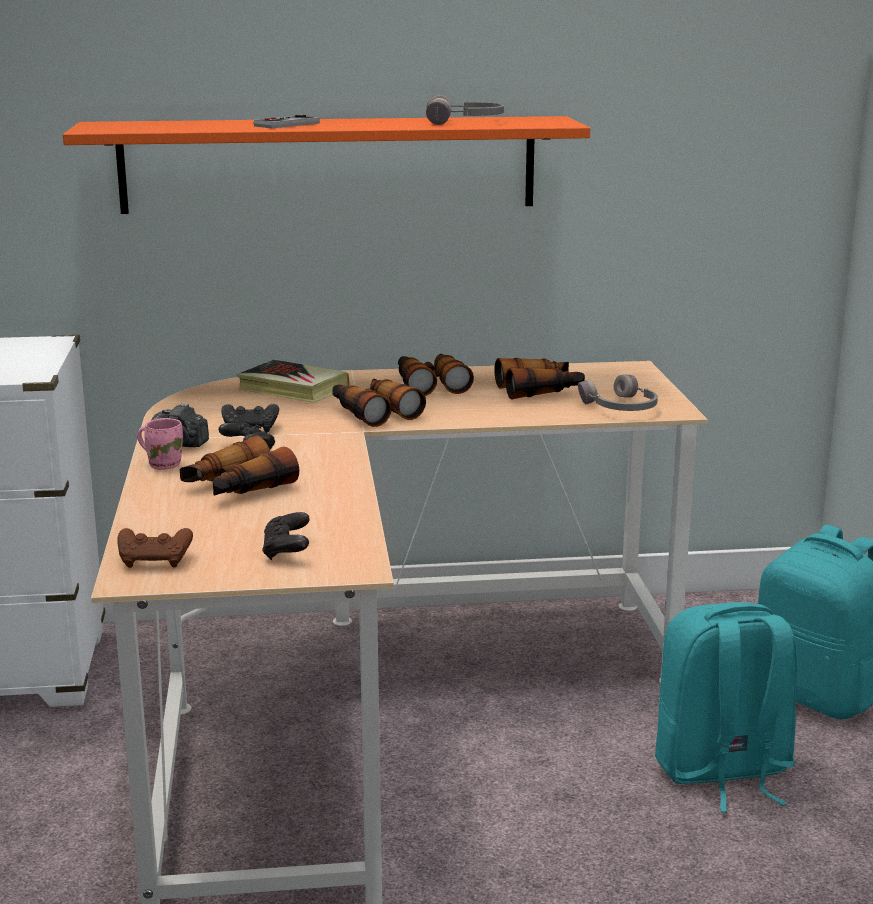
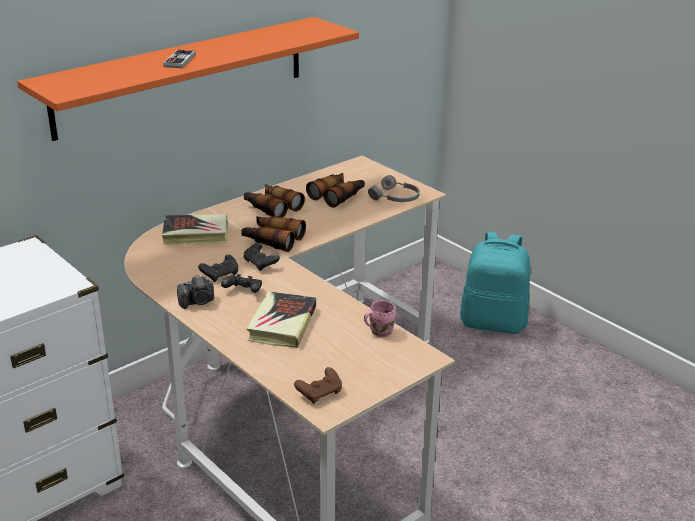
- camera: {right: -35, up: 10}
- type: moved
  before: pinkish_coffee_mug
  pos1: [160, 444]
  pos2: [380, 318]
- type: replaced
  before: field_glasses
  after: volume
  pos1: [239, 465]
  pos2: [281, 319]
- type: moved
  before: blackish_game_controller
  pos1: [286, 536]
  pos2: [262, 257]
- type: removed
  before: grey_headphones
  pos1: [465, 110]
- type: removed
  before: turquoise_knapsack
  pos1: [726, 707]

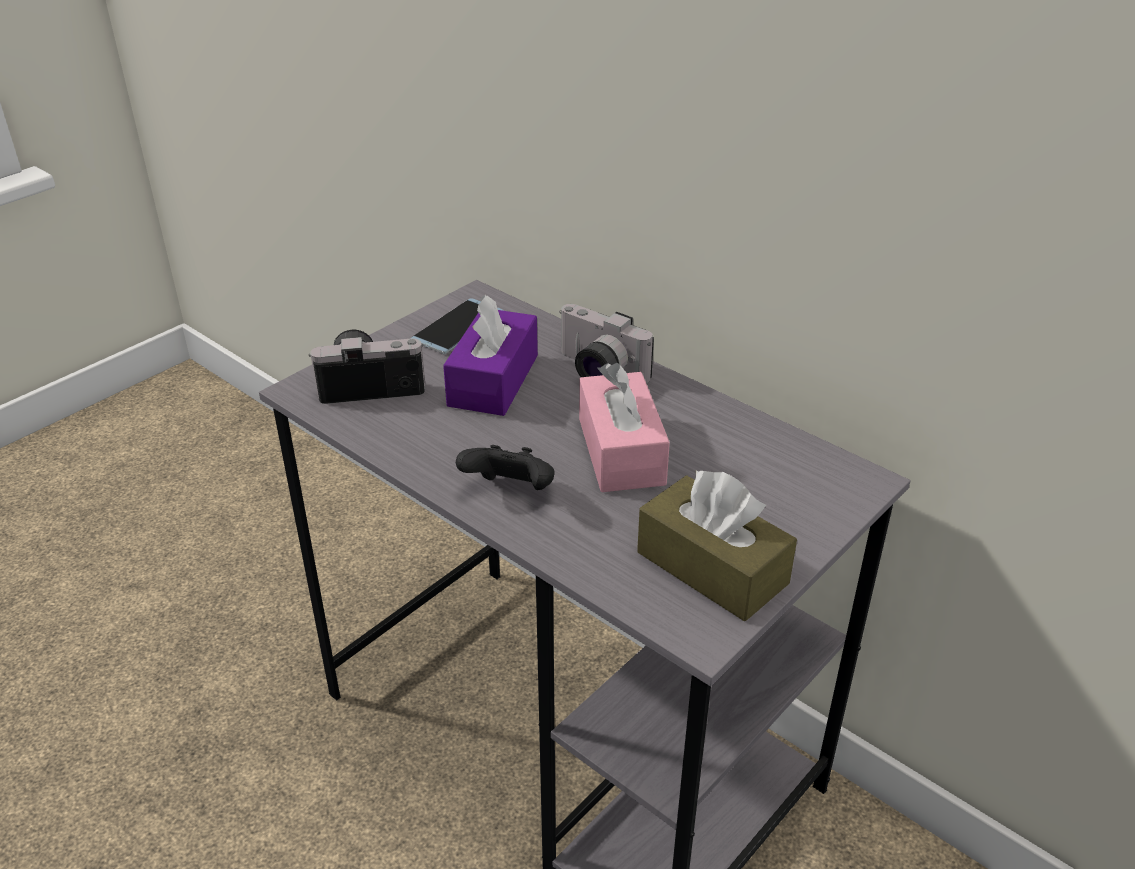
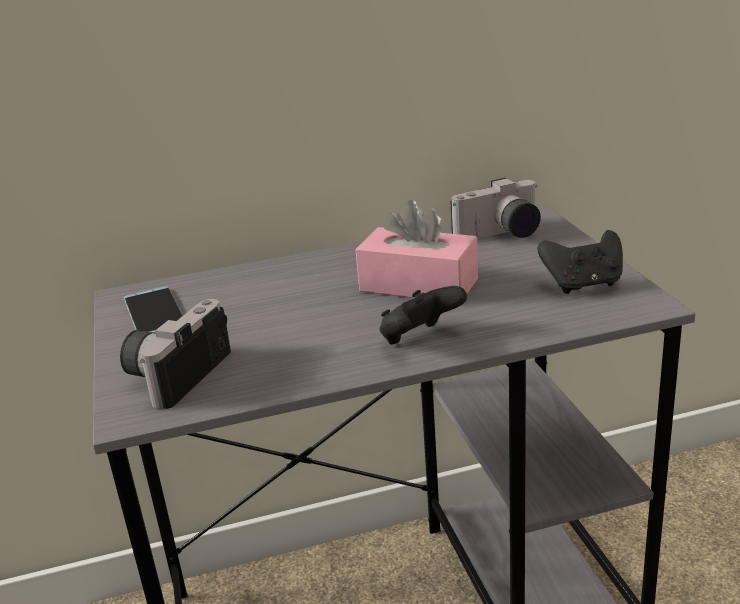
- camera: {right: -55, up: -10}
- type: removed
  before: purple_tissue_box
  pos1: [490, 355]
- type: moved
  before: photo_camera
  pos1: [606, 343]
  pos2: [496, 208]
- type: replaced
  before: brown_tissue_box
  after: blackish_game_controller
  pos1: [717, 545]
  pos2: [580, 262]

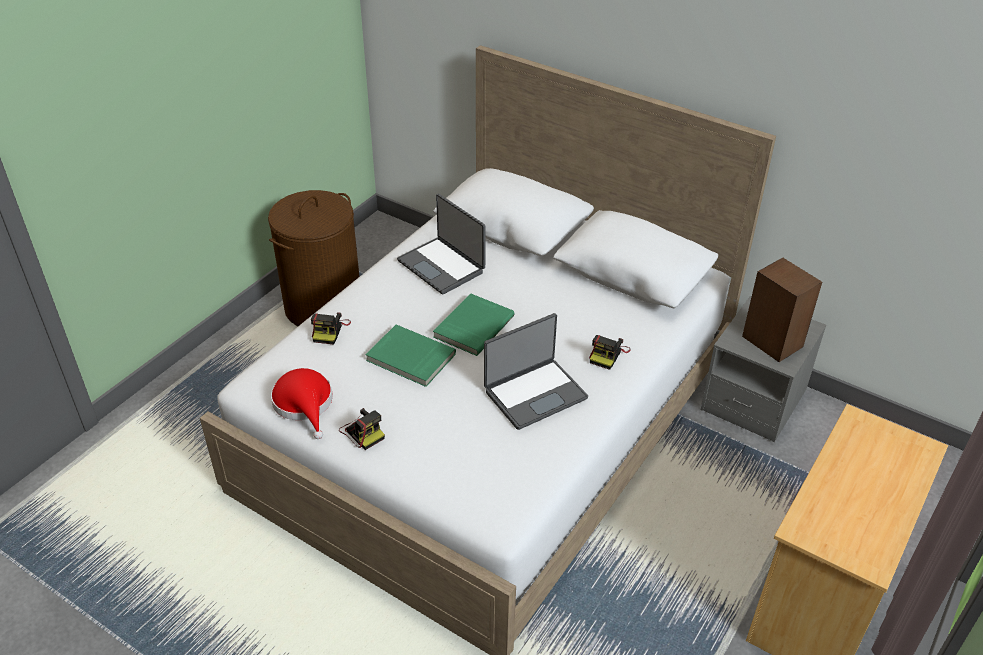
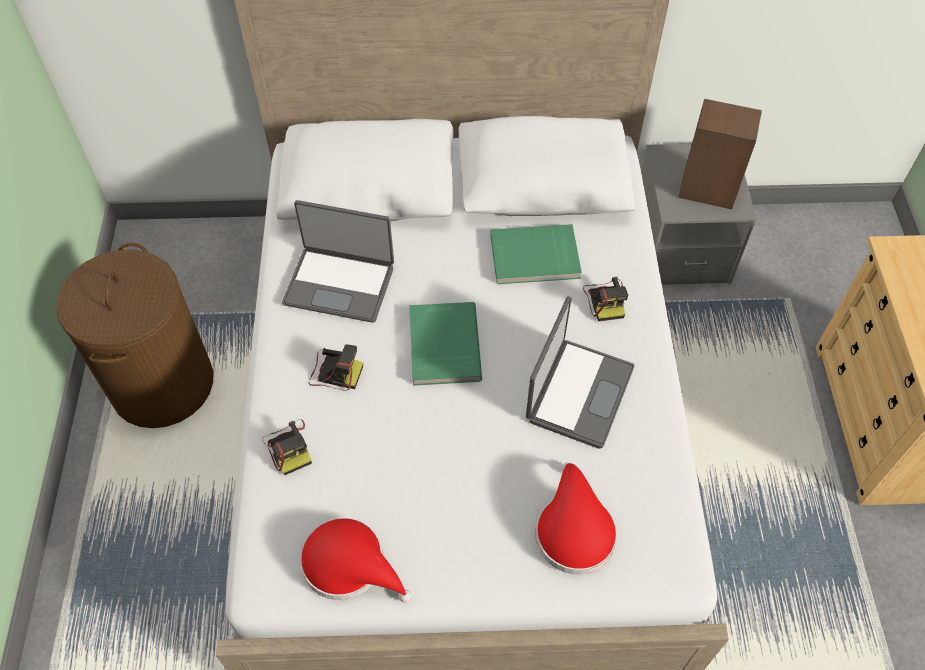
- camera: {right: -35, up: 15}
- type: moved
  before: photo_camera
  pos1: [362, 429]
  pos2: [336, 367]
- type: moved
  before: green-coloured_volume
  pos1: [411, 356]
  pos2: [536, 254]
- type: added
  after: red_hat
  pos2: [576, 518]

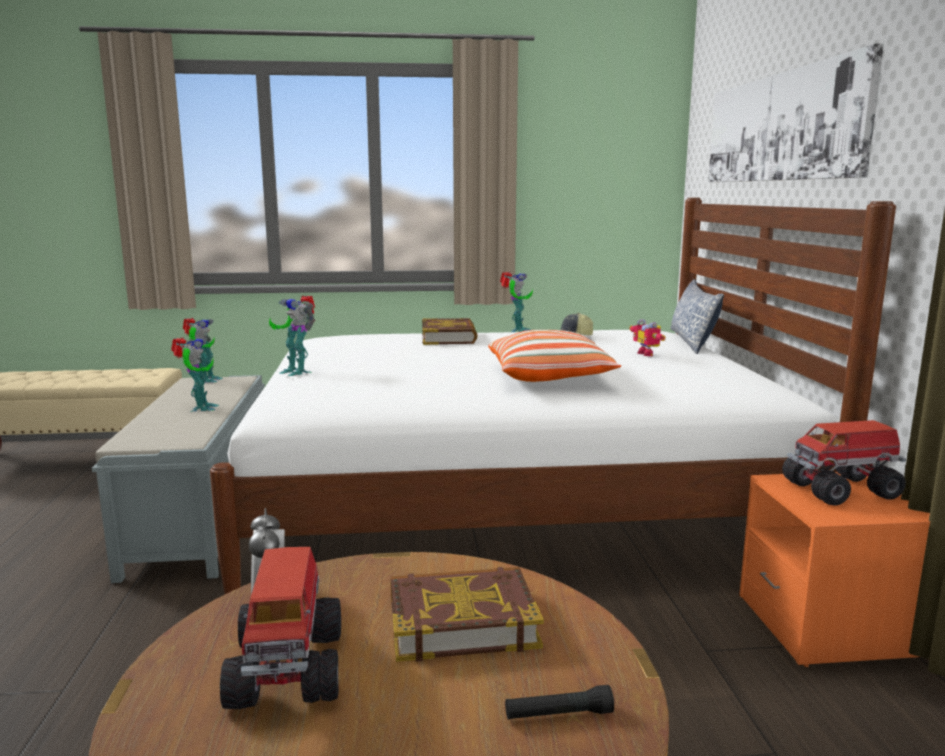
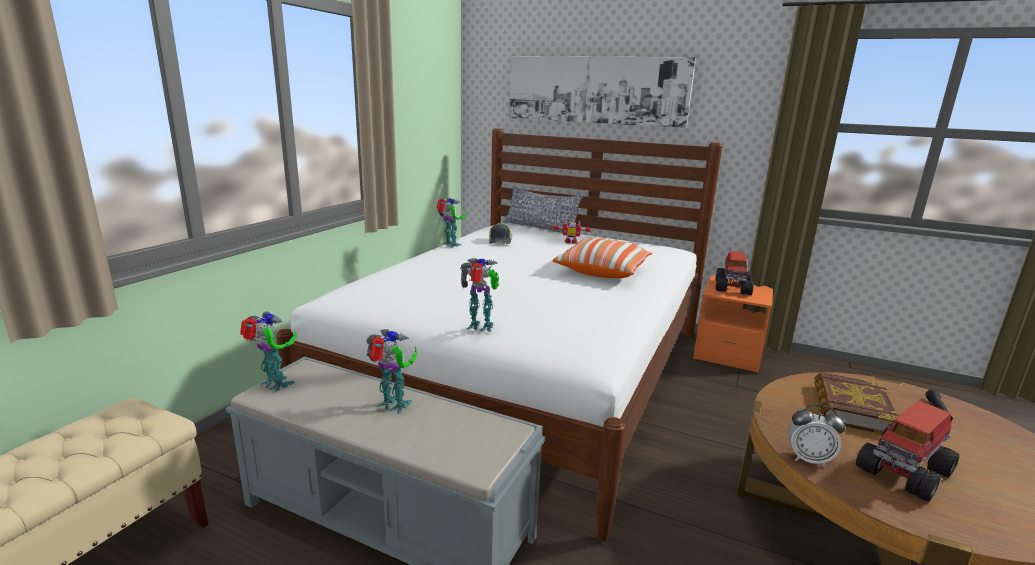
- camera: {right: -60, up: 5}
- type: turned
  before: toy_truck
  pos1: [280, 628]
  pos2: [907, 451]
  turn: 120
- type: turned
  before: toy_robot
  pos1: [292, 336]
  pos2: [479, 294]
  turn: -150
- type: removed
  before: volume
  pos1: [449, 331]

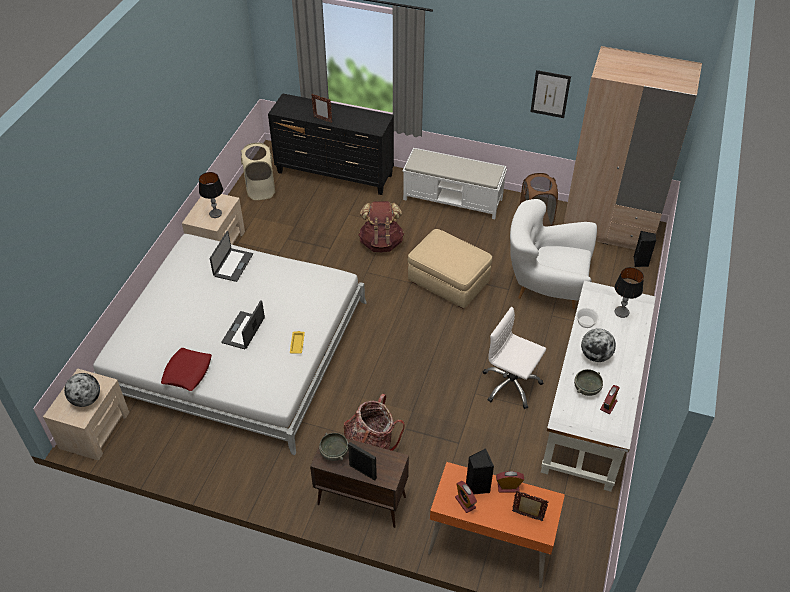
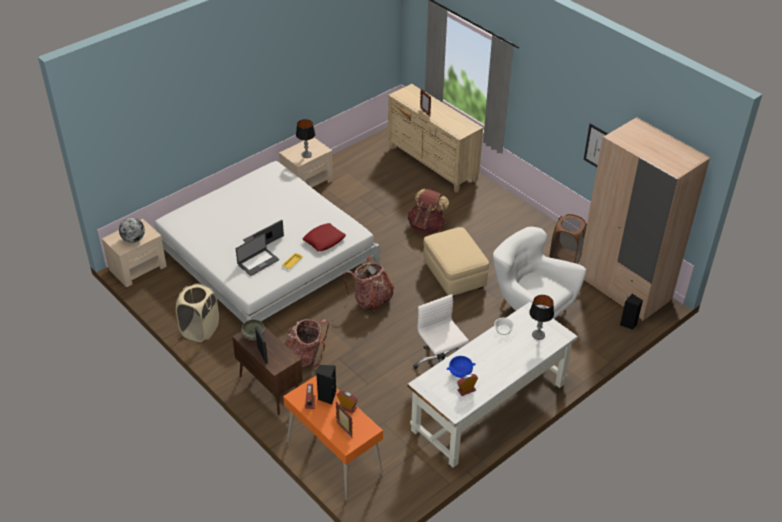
- camera: {right: 30, up: -5}
- type: moved
  before: red_throw_pillow
  pos1: [186, 369]
  pos2: [324, 237]
- type: moved
  before: notebook_computer
  pos1: [231, 256]
  pos2: [257, 254]
- type: moved
  before: beige-coloured_laundry_basket
  pos1: [258, 171]
  pos2: [197, 312]
- type: recoloured
  before: blackish_chest_of_drawers
  after: beige-coloured_chest_of_drawers
  pos1: [331, 144]
  pos2: [435, 138]
- type: removed
  before: white-coloured_indoor_bench
  pos1: [454, 183]
- type: recoloured
  before: grey_bowl
  after: blue_bowl
  pos1: [588, 382]
  pos2: [461, 367]
- type: removed
  before: globe
  pos1: [598, 345]
- type: added
  after: knapsack
  pos2: [369, 284]

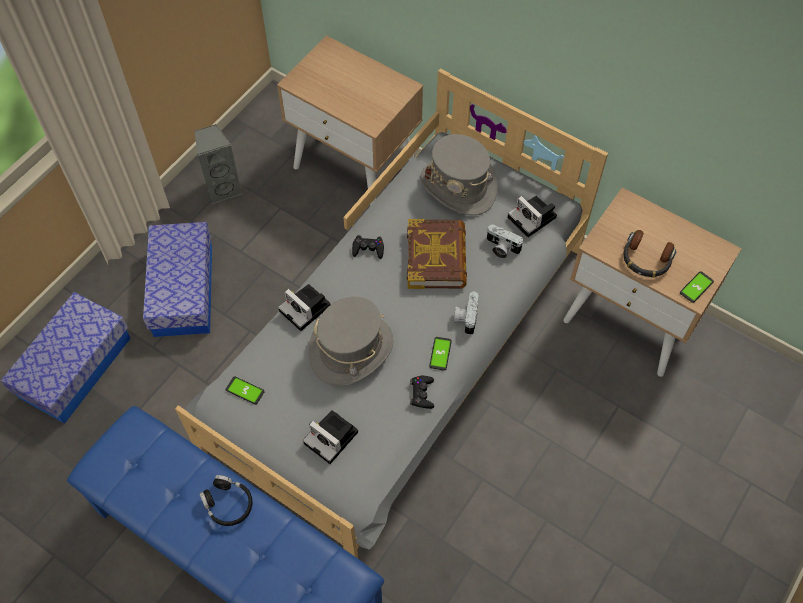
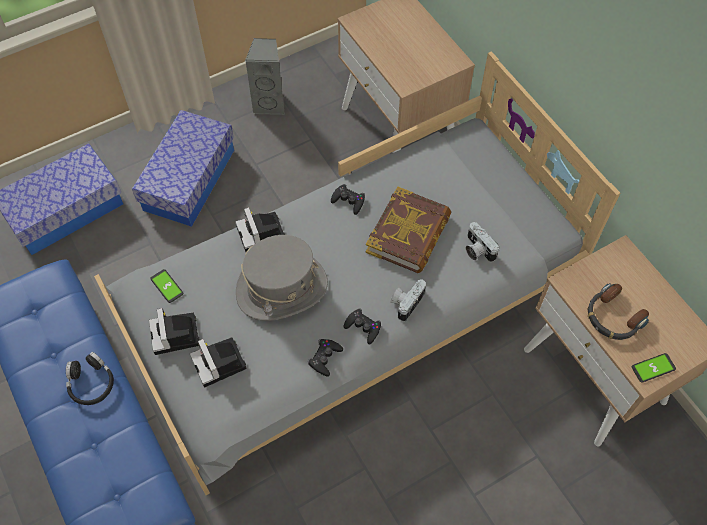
- camera: {right: 25, up: 0}
- type: removed
  before: grey_hat
  pos1: [459, 174]
- type: replaced
  before: phone
  after: blackish_game_controller
  pos1: [440, 354]
  pos2: [362, 326]
- type: moved
  before: photo_camera
  pos1: [532, 216]
  pos2: [174, 331]

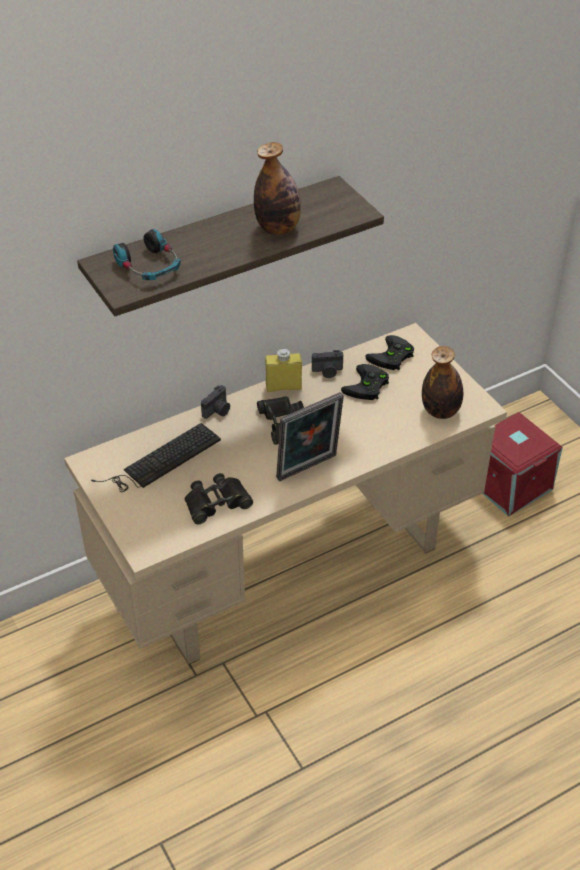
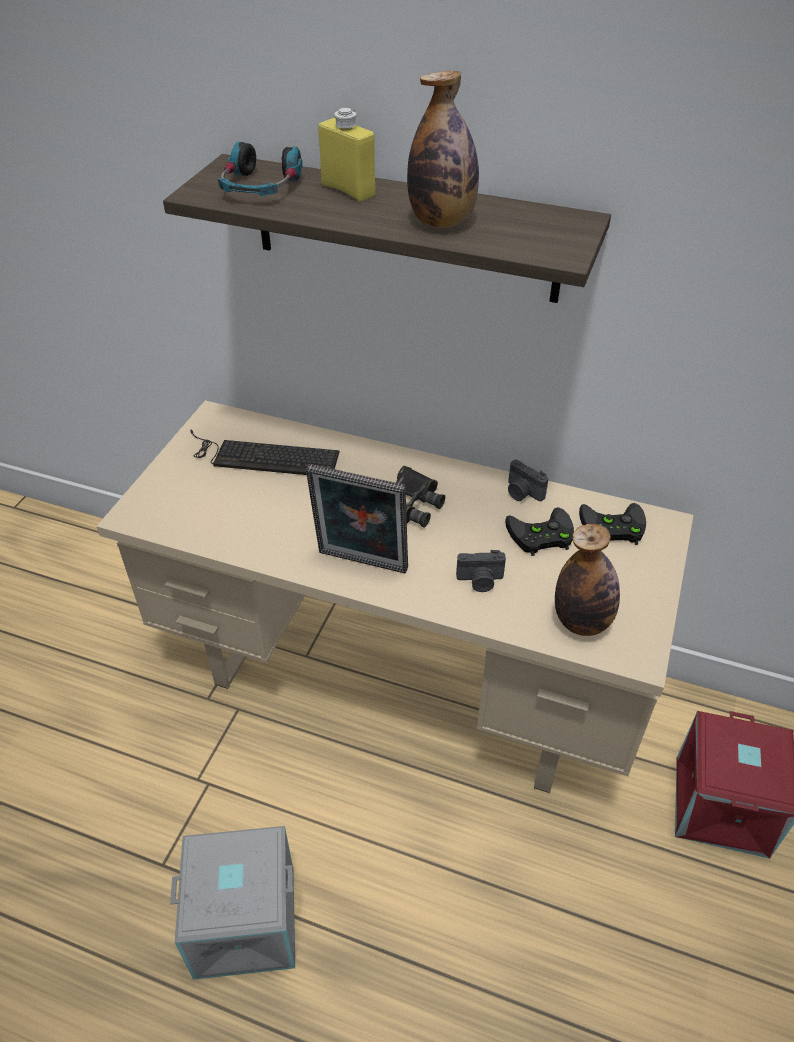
- camera: {right: 50, up: 0}
- type: removed
  before: blackish_field_glasses
  pos1: [219, 498]
- type: moved
  before: photo_camera
  pos1: [215, 402]
  pos2: [481, 571]
- type: moved
  before: yellowish_drink_bottle
  pos1: [283, 370]
  pos2: [347, 155]
- type: added
  after: grey_storage_container
  pos2: [232, 903]

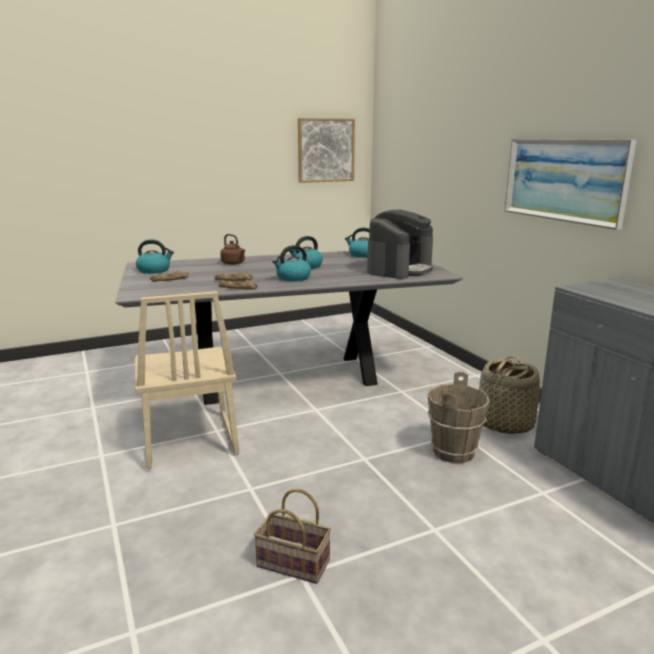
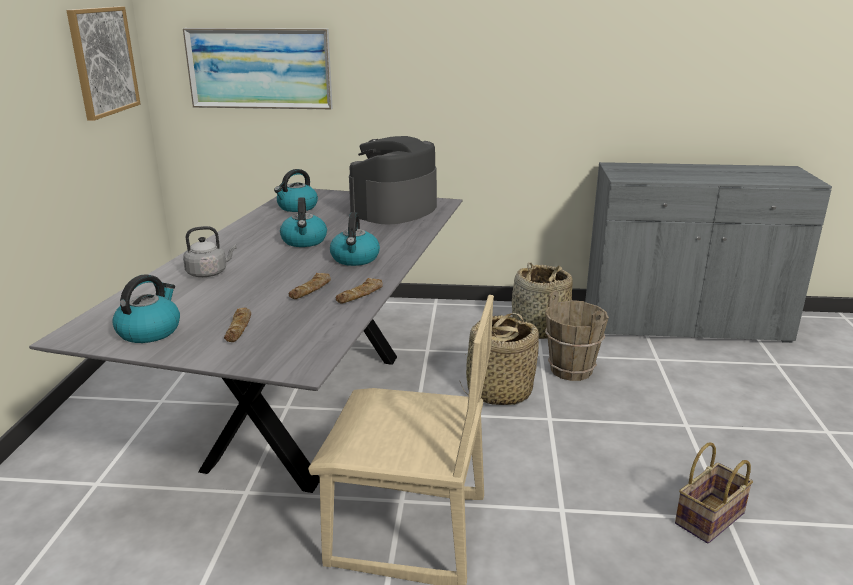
- camera: {right: -60, up: 5}
- type: recoloured
  before: brown_kettle
  after: grey_kettle
  pos1: [232, 249]
  pos2: [210, 251]
- type: turned
  before: coffee_maker
  pos1: [400, 244]
  pos2: [393, 180]
  turn: -120
- type: moved
  before: wall_art
  pos1: [570, 184]
  pos2: [258, 68]
- type: added
  after: storage_basket
  pos2: [499, 359]

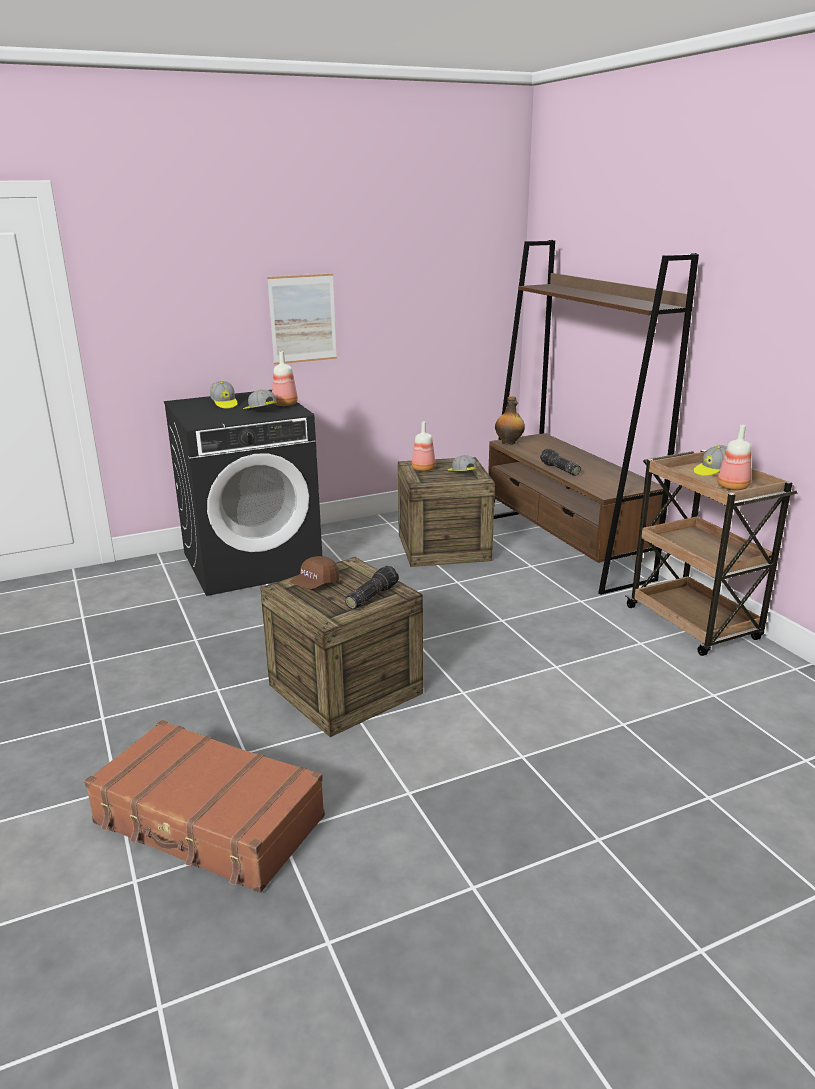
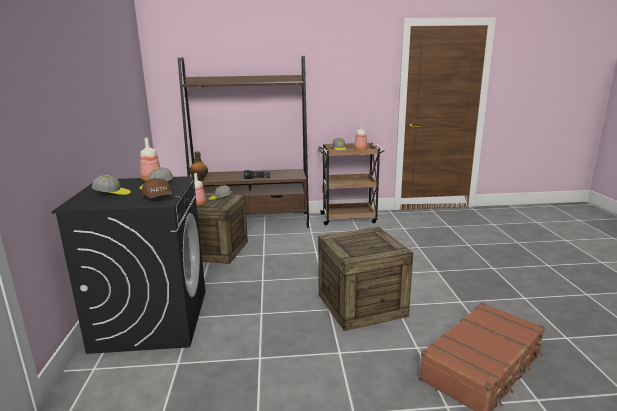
- camera: {right: -70, up: -5}
- type: removed
  before: wall_art
  pos1: [302, 319]
- type: moved
  before: brown_peaked_cap
  pos1: [314, 572]
  pos2: [157, 188]
- type: removed
  before: torch
  pos1: [372, 587]

